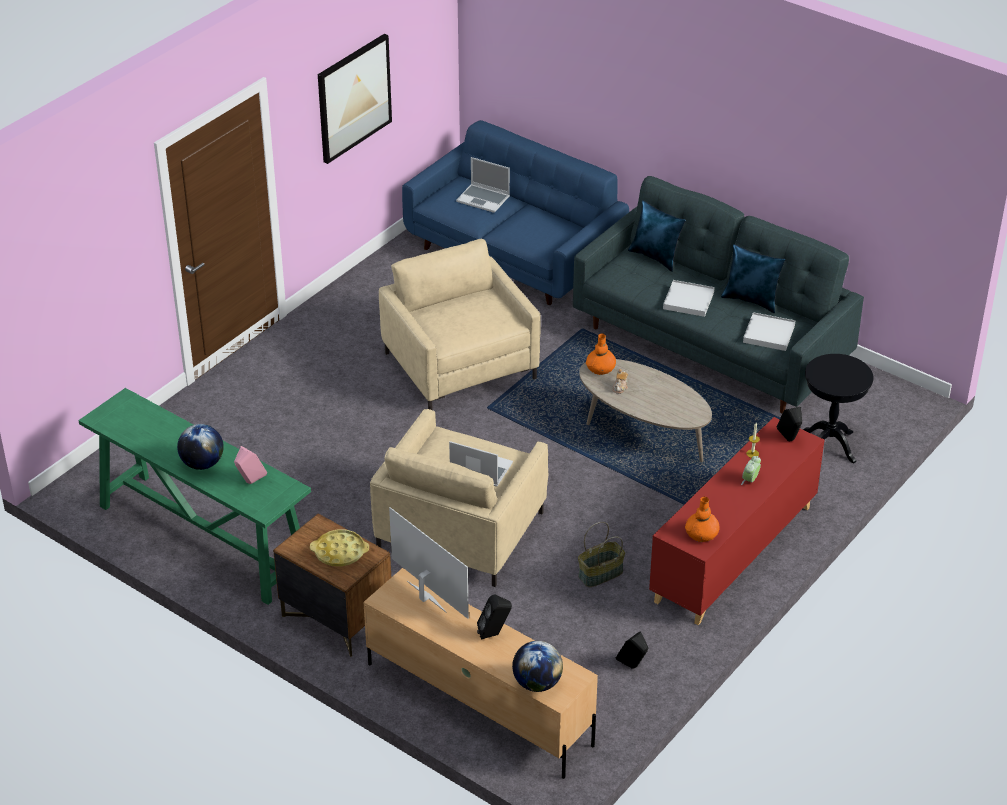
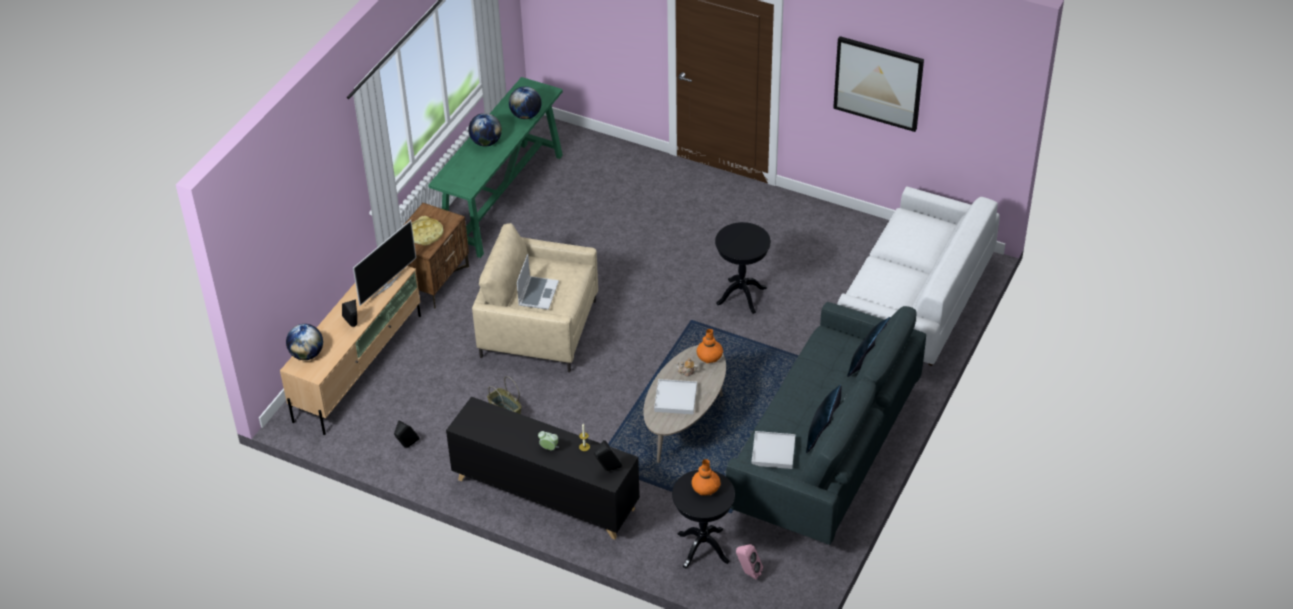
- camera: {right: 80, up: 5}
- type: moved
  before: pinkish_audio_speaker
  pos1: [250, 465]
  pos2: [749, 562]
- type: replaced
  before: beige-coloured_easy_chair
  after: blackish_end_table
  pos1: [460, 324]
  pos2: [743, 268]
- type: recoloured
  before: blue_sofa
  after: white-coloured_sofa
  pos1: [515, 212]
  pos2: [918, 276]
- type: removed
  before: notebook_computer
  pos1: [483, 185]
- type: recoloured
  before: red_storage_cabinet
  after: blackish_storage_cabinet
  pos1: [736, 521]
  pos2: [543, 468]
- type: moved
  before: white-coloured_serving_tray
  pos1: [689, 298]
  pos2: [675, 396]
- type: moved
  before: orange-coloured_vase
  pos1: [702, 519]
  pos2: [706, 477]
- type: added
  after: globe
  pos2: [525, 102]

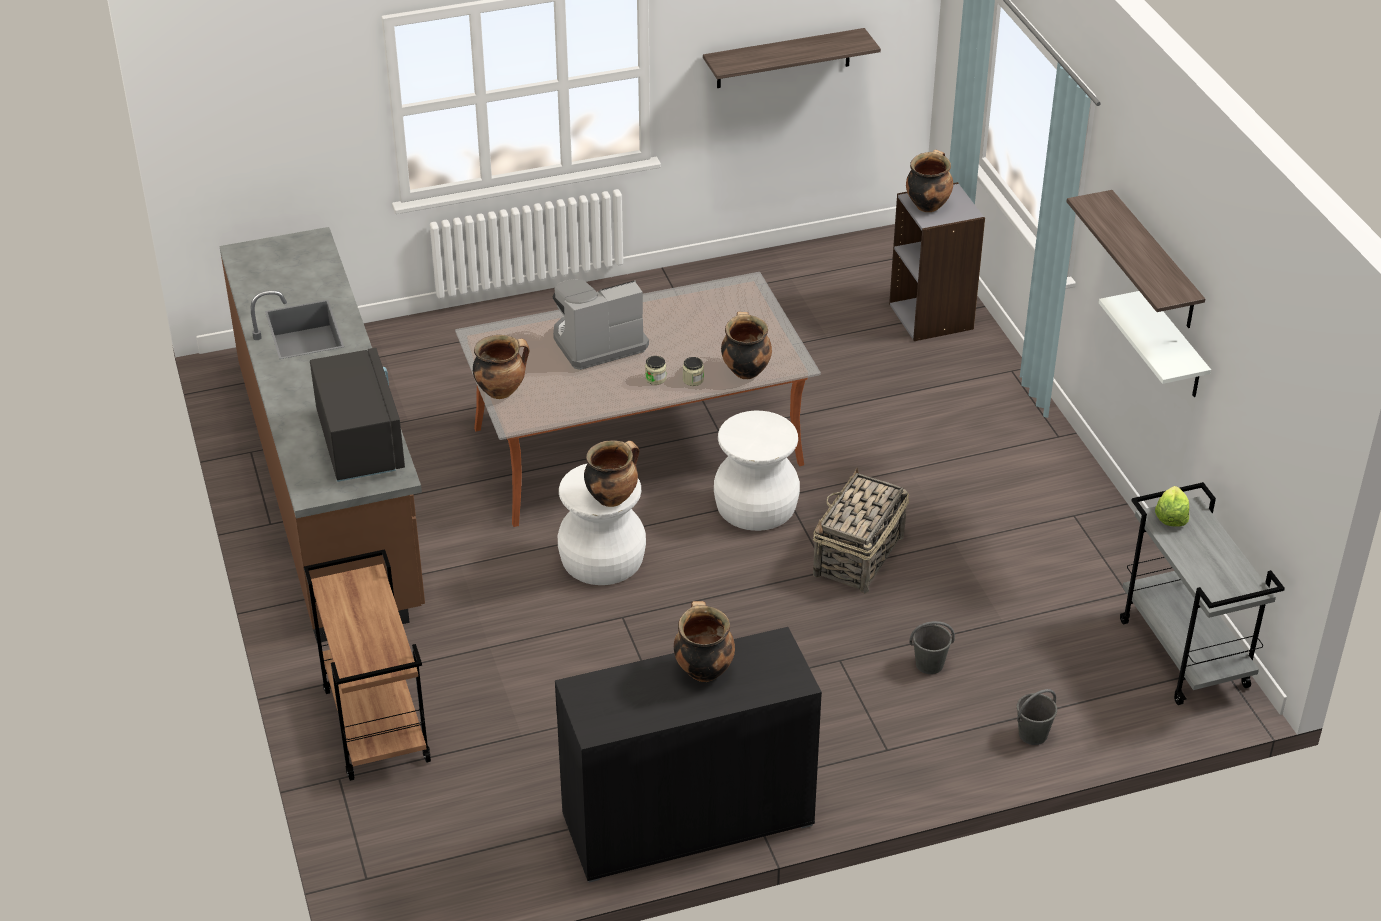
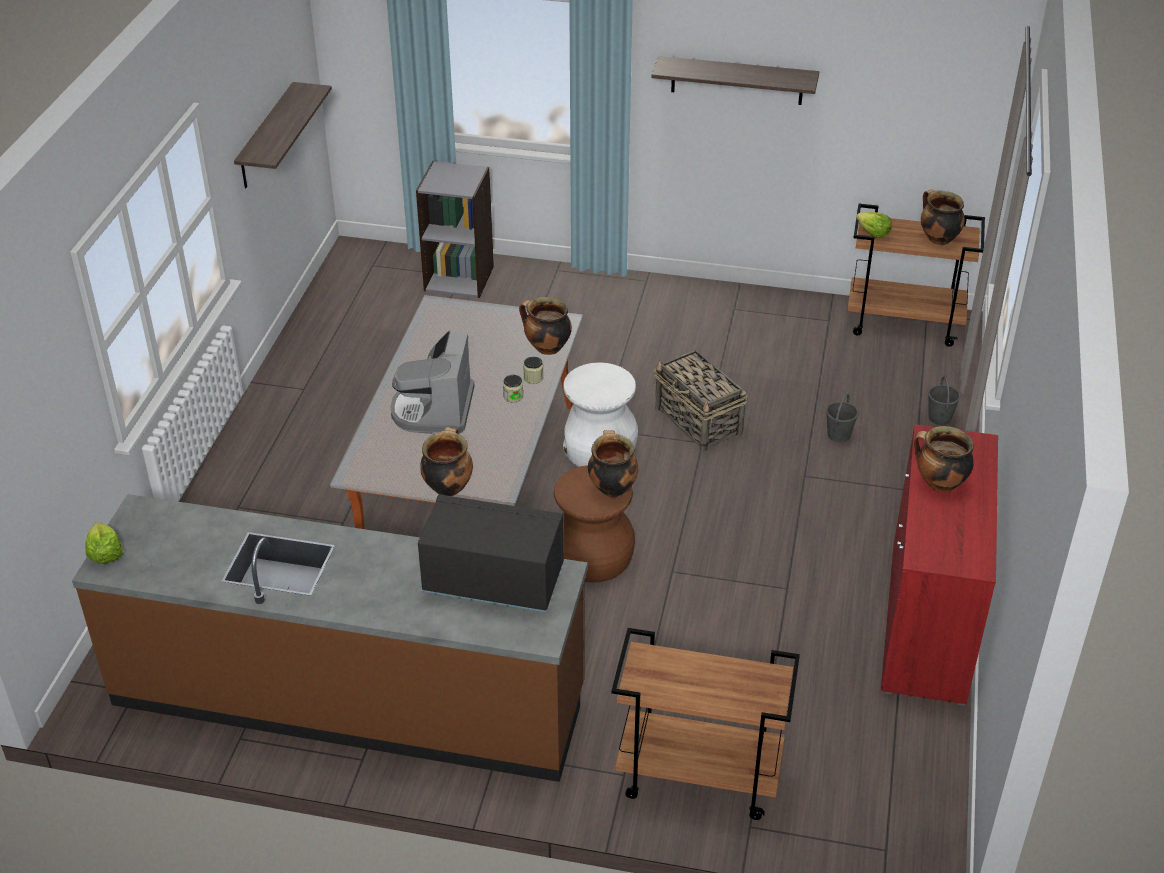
- camera: {right: -60, up: 0}
- type: recoloured
  before: blackish_storage_cabinet
  after: red_storage_cabinet
  pos1: [688, 754]
  pos2: [939, 565]
- type: recoloured
  before: white-coloured_stool_seat
  after: brown_stool_seat
  pos1: [602, 524]
  pos2: [594, 523]
- type: moved
  before: saucepot
  pos1: [929, 181]
  pos2: [943, 217]
- type: removed
  before: white-coloured_shelf
  pos1: [1155, 344]
- type: recoloured
  before: grey_trolley
  after: brown_trolley
  pos1: [1202, 593]
  pos2: [916, 275]
- type: added
  after: lettuce_head
  pos2: [104, 543]

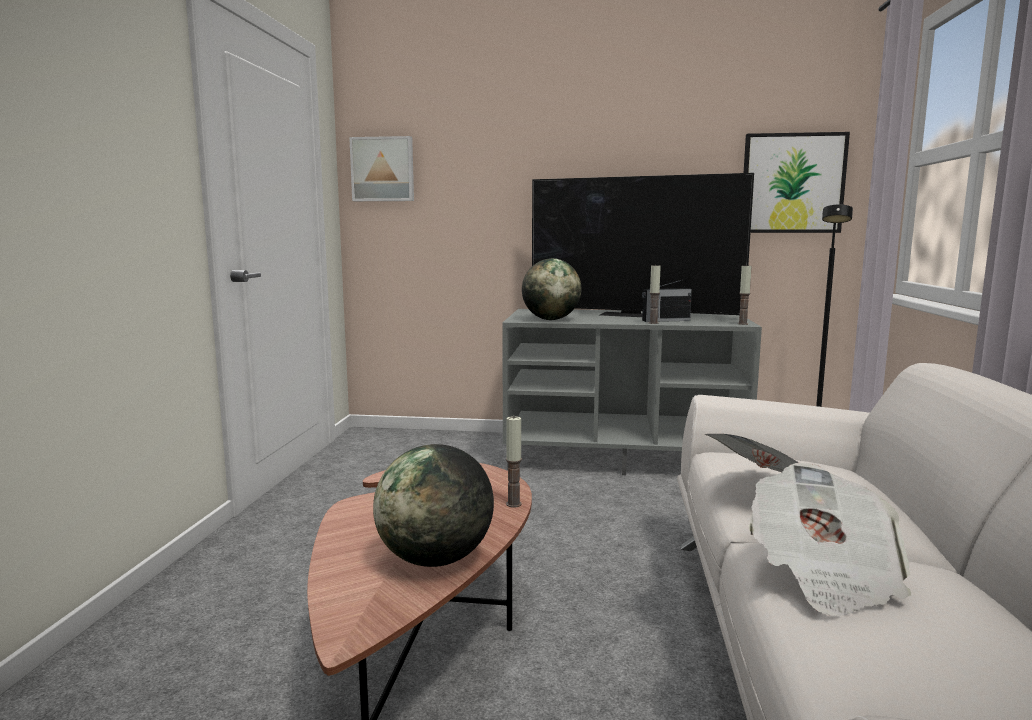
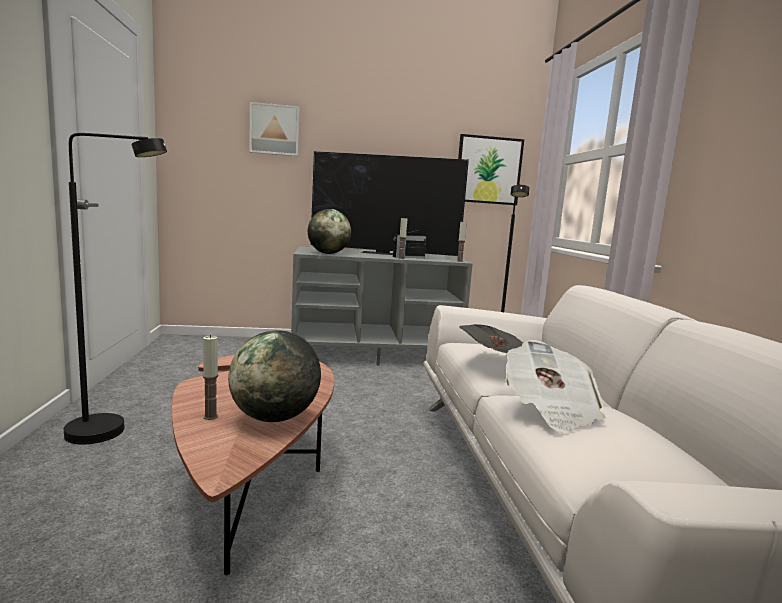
- camera: {right: -15, up: 0}
- type: moved
  before: wall_art
  pos1: [381, 168]
  pos2: [274, 129]
- type: moved
  before: wax_candle
  pos1: [514, 462]
  pos2: [211, 377]
- type: added
  after: blackish_floor_lamp
  pos2: [115, 289]

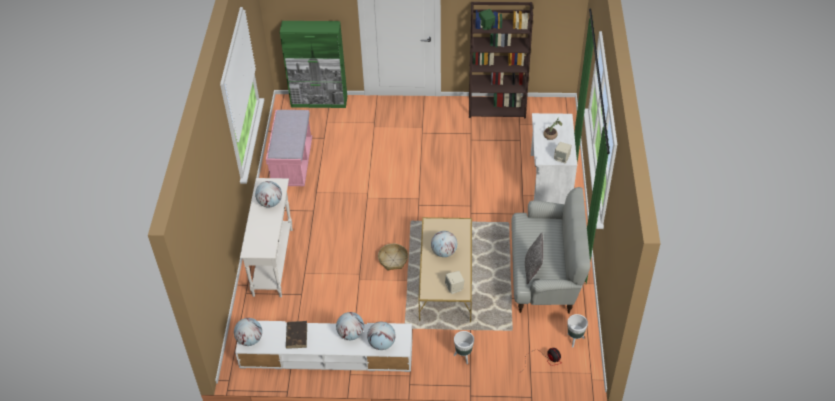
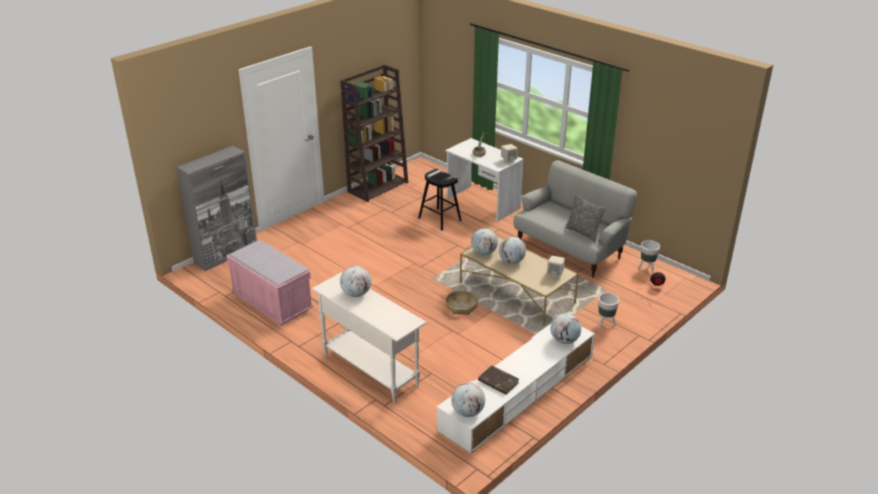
- camera: {right: -50, up: -15}
- type: recoloured
  before: green-coloured_storage_cabinet
  after: grey_storage_cabinet
  pos1: [313, 64]
  pos2: [217, 208]
- type: moved
  before: globe
  pos1: [350, 326]
  pos2: [484, 241]
- type: added
  after: blackish_stool_seat
  pos2: [440, 200]

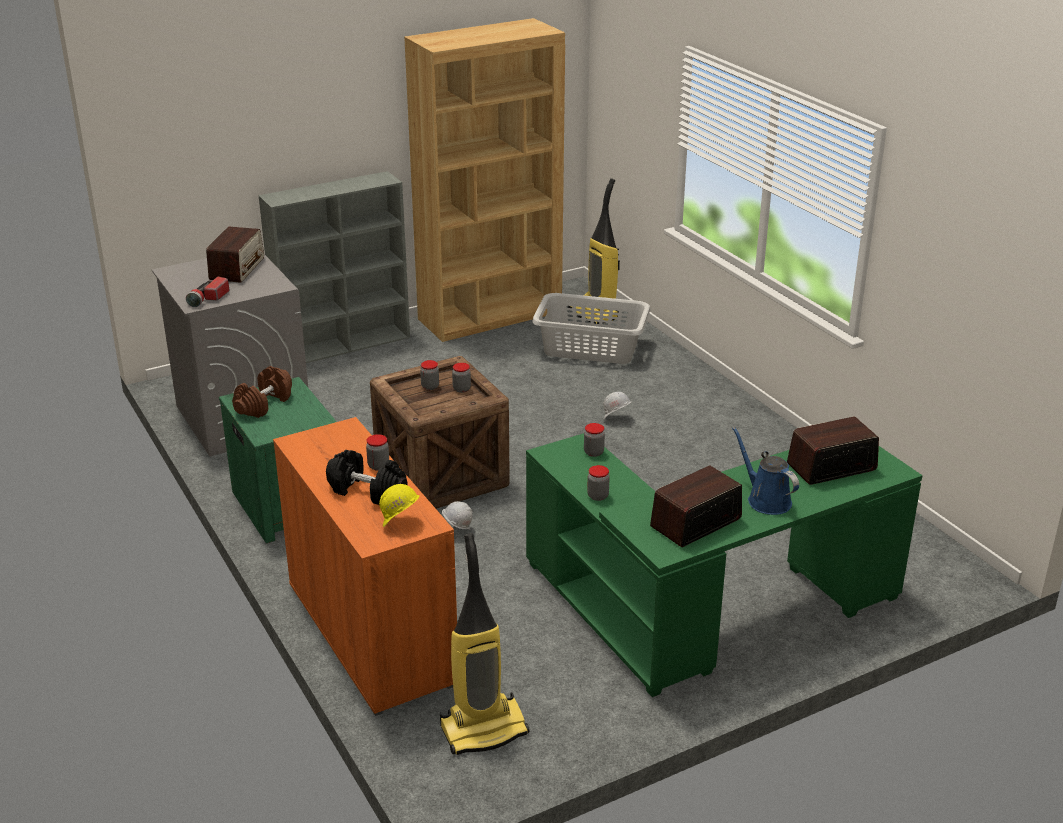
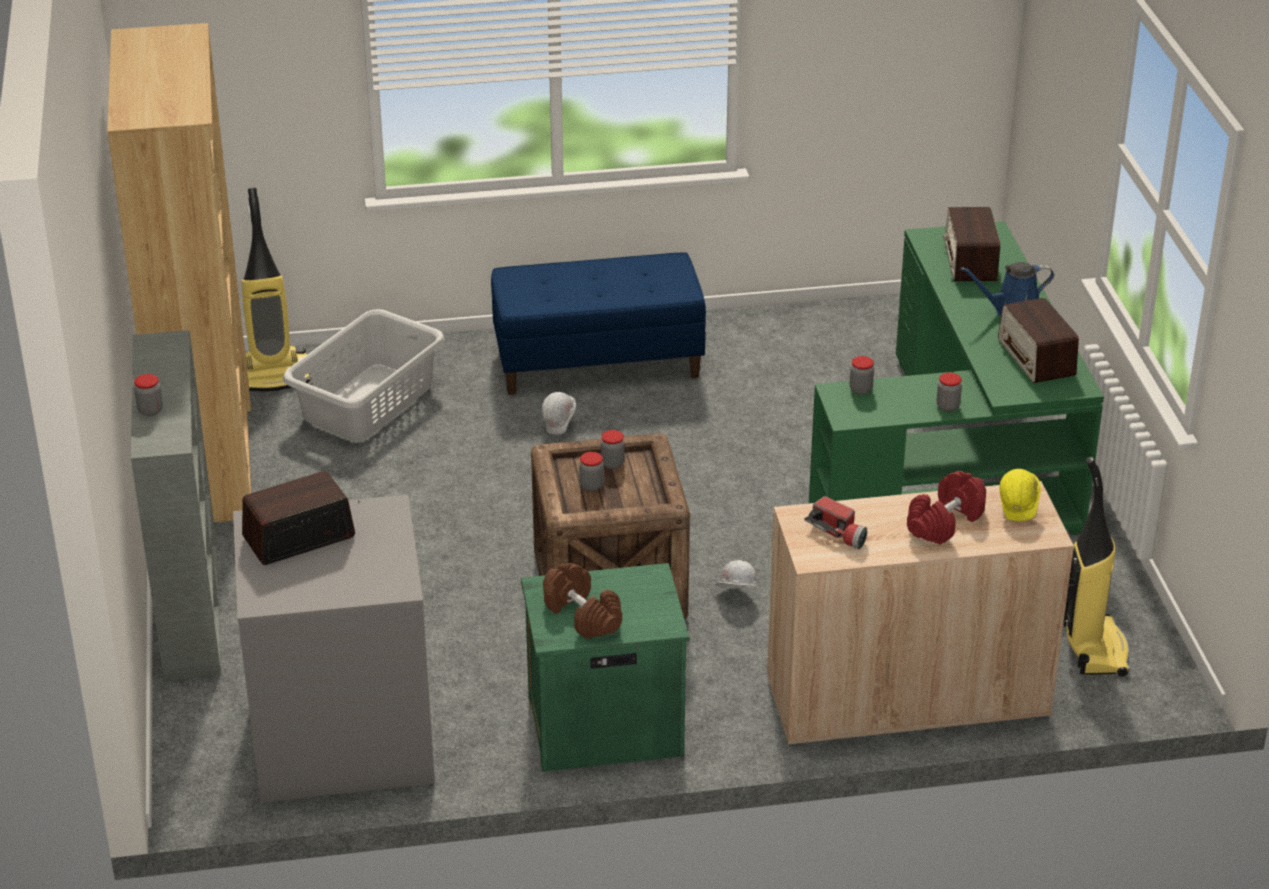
- camera: {right: -70, up: 5}
- type: moved
  before: torch
  pos1: [207, 292]
  pos2: [835, 522]
- type: turned
  before: radio_receiver
  pos1: [235, 255]
  pos2: [298, 518]
  turn: -60
- type: recoloured
  before: orange-coloured_storage_cabinet
  after: beige-coloured_storage_cabinet
  pos1: [365, 566]
  pos2: [920, 614]
- type: recoloured
  before: blackish_hand_weight
  after: red_hand_weight
  pos1: [367, 477]
  pos2: [946, 508]
- type: moved
  before: jar
  pos1: [377, 452]
  pos2: [148, 395]
- type: added
  after: blue_indoor_bench
  pos2: [598, 323]

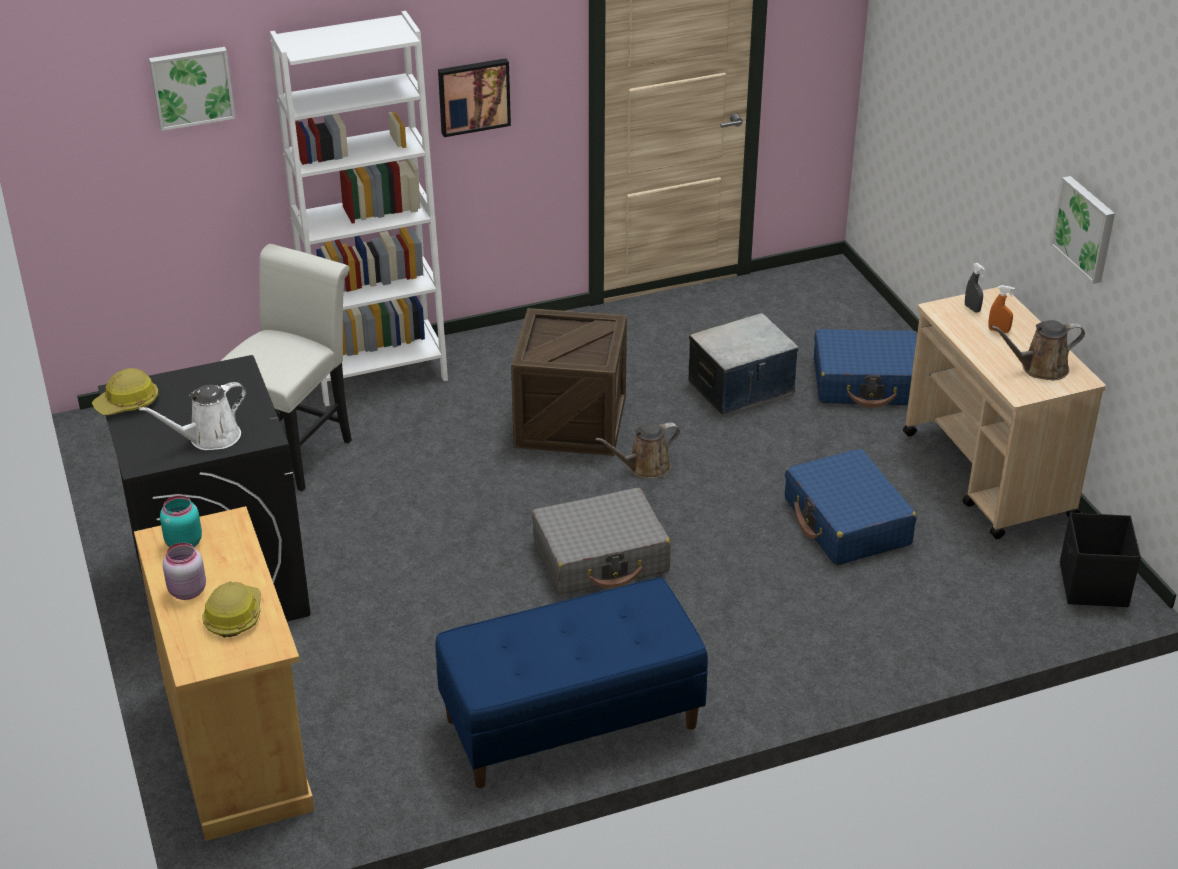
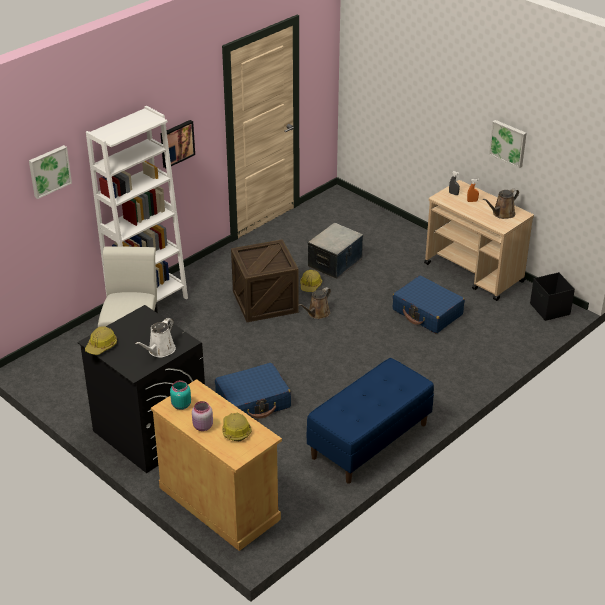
- camera: {right: -25, up: 0}
- type: removed
  before: grey_piece_of_luggage
  pos1: [601, 541]
- type: moved
  before: blue_piece_of_luggage
  pos1: [865, 368]
  pos2: [253, 390]
- type: added
  after: hard_hat
  pos2: [311, 281]

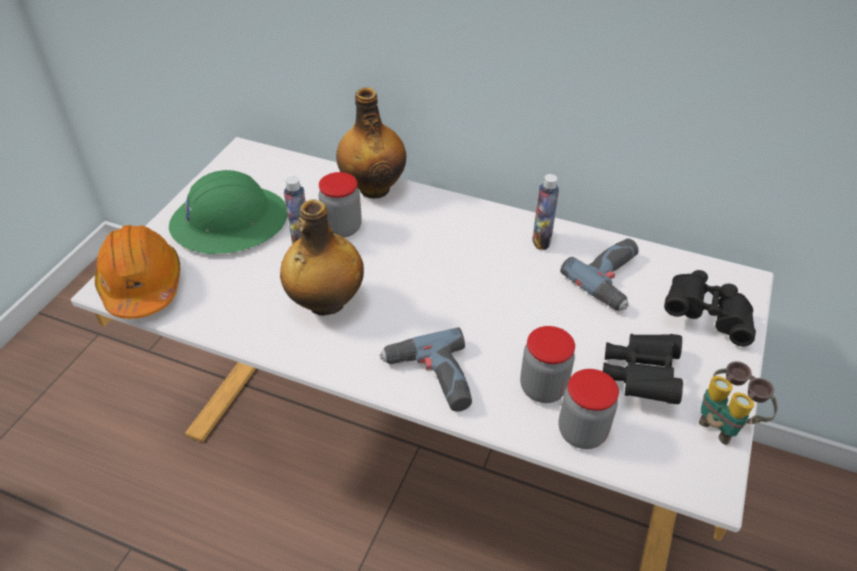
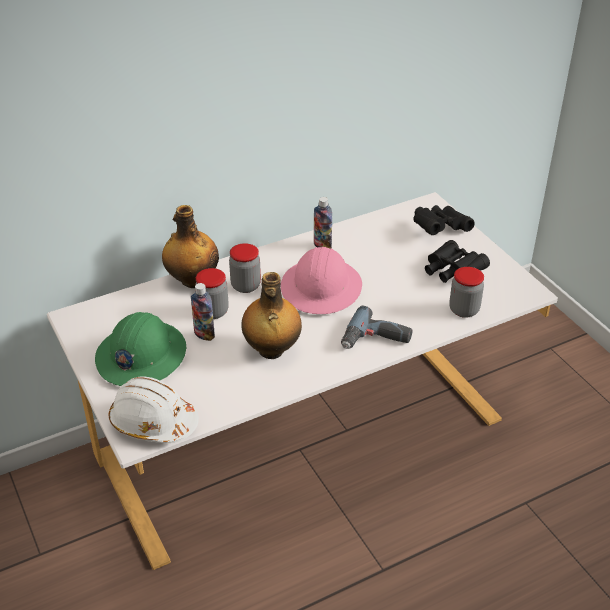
- camera: {right: -50, up: -5}
- type: recoloured
  before: orange-coloured_hard_hat
  after: white-coloured_hard_hat
  pos1: [137, 272]
  pos2: [154, 410]
- type: moved
  before: jar
  pos1: [547, 364]
  pos2: [245, 268]
- type: removed
  before: electric_drill
  pos1: [599, 274]
- type: removed
  before: field_glasses
  pos1: [738, 403]
- type: added
  after: pinkish_hard_hat
  pos2: [321, 280]

